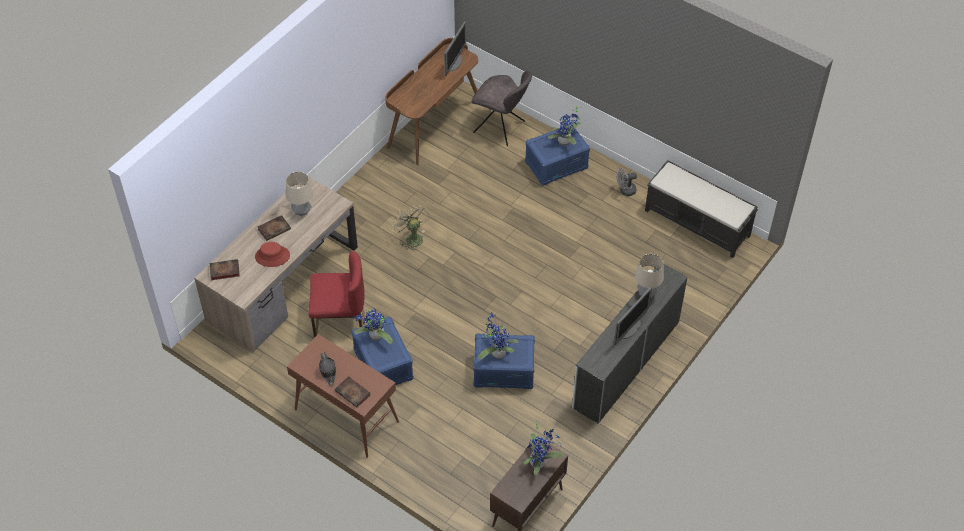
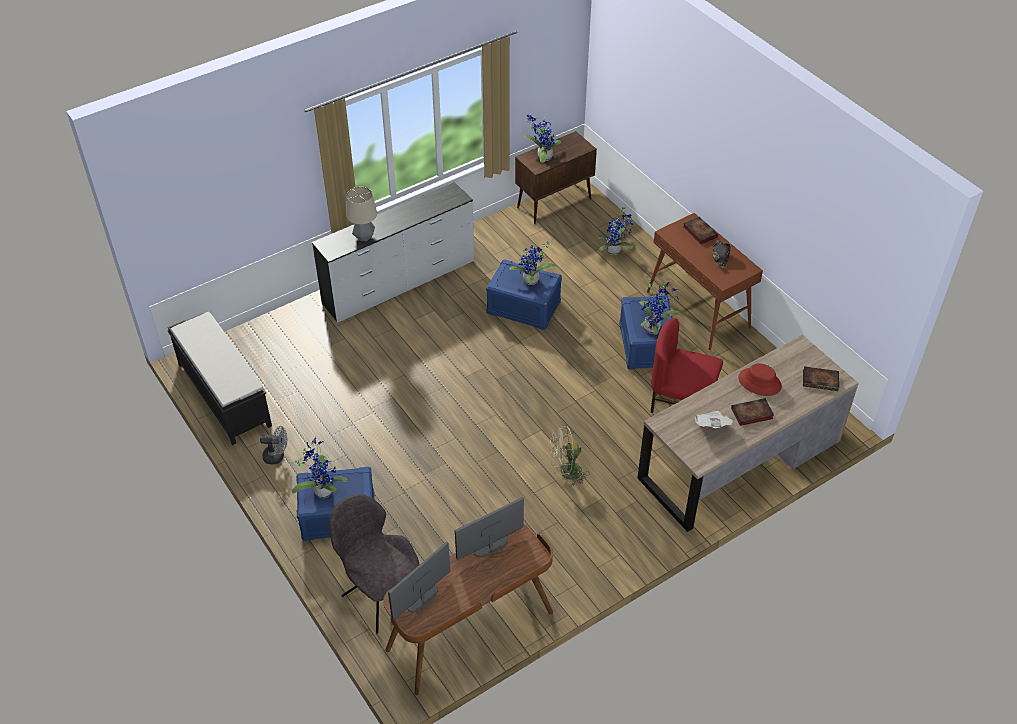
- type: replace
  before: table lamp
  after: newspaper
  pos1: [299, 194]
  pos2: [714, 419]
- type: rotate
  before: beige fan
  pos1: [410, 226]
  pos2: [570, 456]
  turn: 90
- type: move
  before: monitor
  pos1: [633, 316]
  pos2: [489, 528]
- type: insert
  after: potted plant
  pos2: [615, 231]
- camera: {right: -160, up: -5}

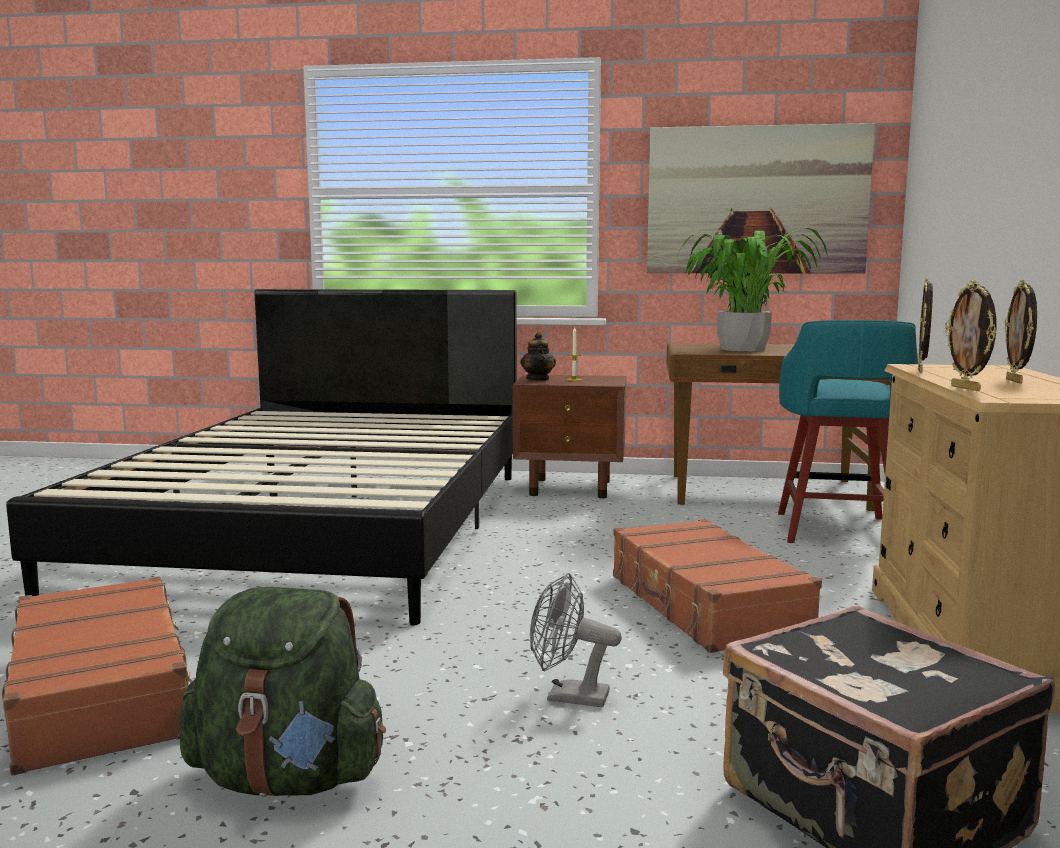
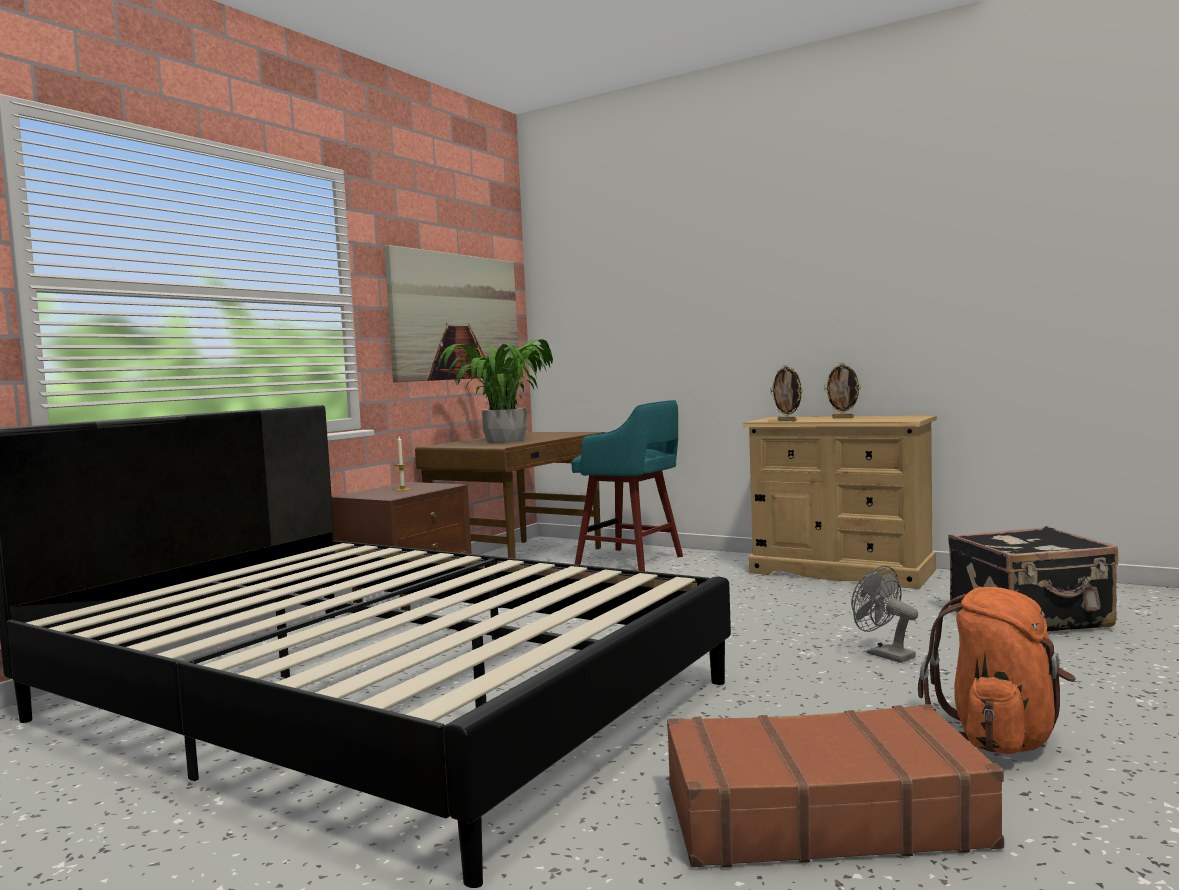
- type: delete
  before: picture frame
  pos1: [971, 335]
- type: delete
  before: teapot
  pos1: [538, 356]
- type: delete
  before: brown suitcase
  pos1: [717, 586]
- type: rotate
  before: grey fan
  pos1: [576, 640]
  pos2: [884, 614]
  turn: 105
- type: recolor
  before: green backpack
  after: orange backpack
  pos1: [282, 692]
  pos2: [997, 670]
- camera: {right: -65, up: -5}

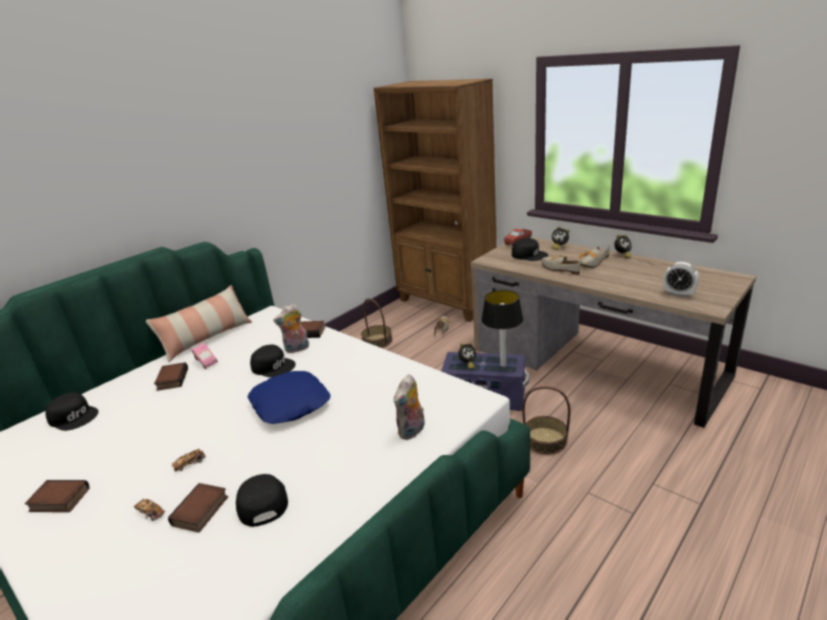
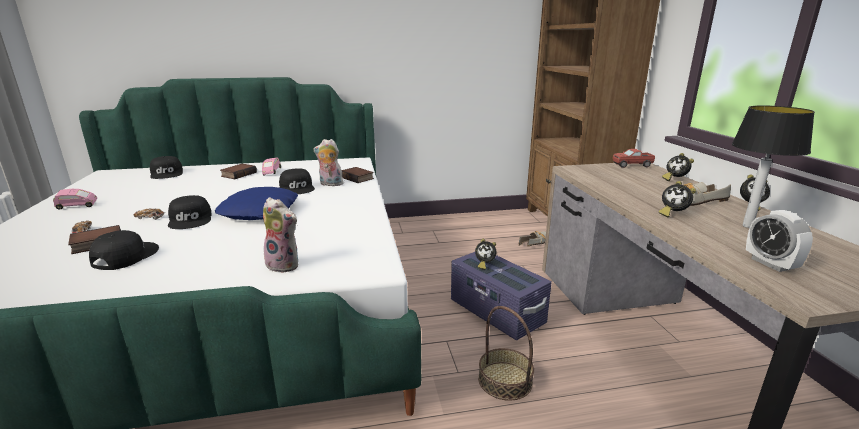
- type: move
  before: black cap
  pos1: [530, 249]
  pos2: [190, 212]
- type: delete
  before: shoe
  pos1: [561, 265]
- type: delete
  before: pillow
  pos1: [199, 323]
- type: move
  before: table lamp
  pos1: [502, 328]
  pos2: [773, 167]
- type: delete
  before: basket
  pos1: [376, 323]
- type: rotate
  before: plush toy
  pos1: [409, 407]
  pos2: [280, 235]
  turn: -135
- type: replace
  before: book
  after: pink toy car
  pos1: [57, 496]
  pos2: [75, 199]
- type: insert
  after: alarm clock
  pos2: [677, 199]
- camera: {right: 35, up: -5}

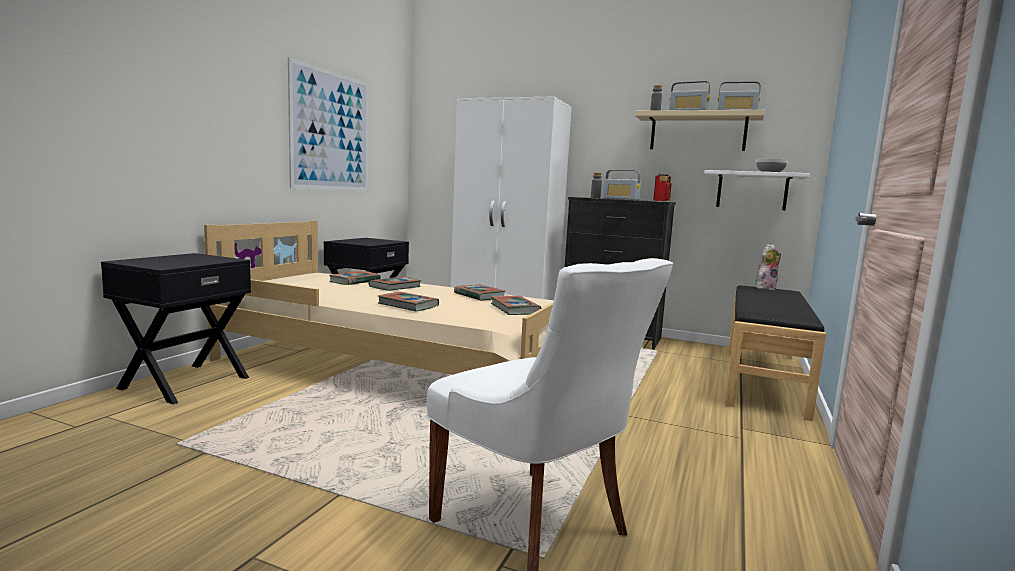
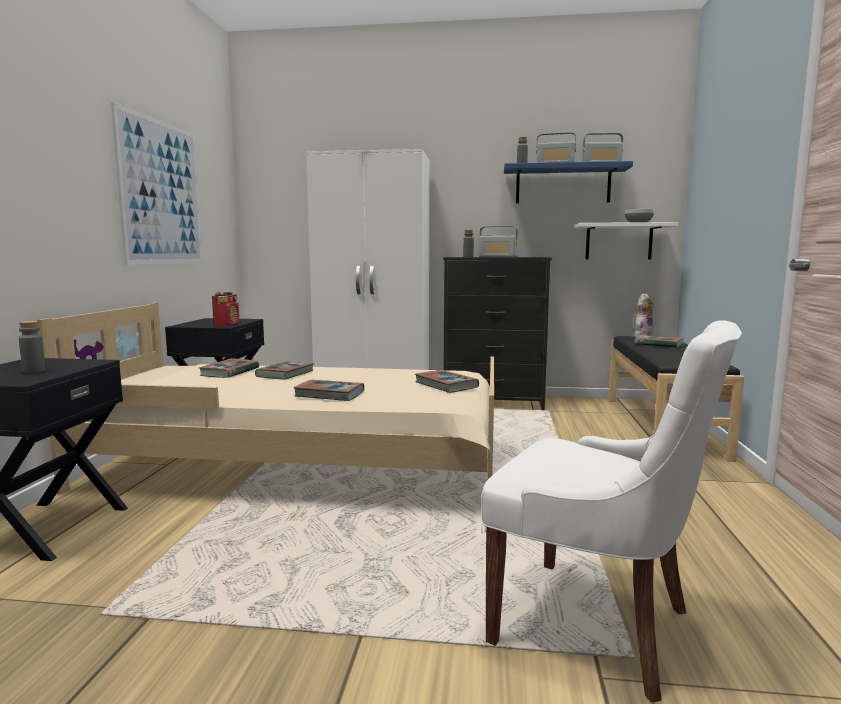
- type: recolor
  before: beige shelf
  after: blue shelf
  pos1: [700, 130]
  pos2: [568, 182]
- type: move
  before: radio
  pos1: [662, 187]
  pos2: [225, 309]
- type: move
  before: book
  pos1: [480, 292]
  pos2: [658, 341]
- type: insert
  after: grey bottle
  pos2: [32, 347]
- camera: {right: -15, up: 0}

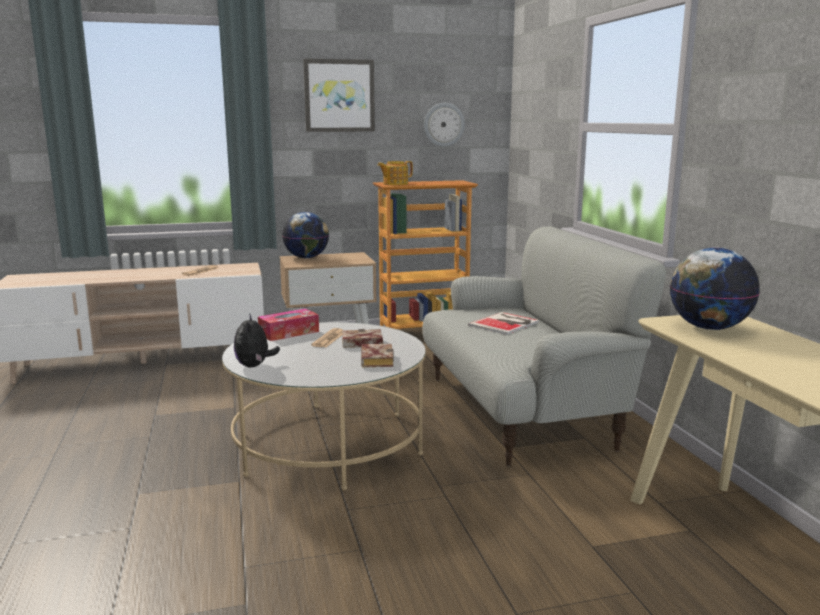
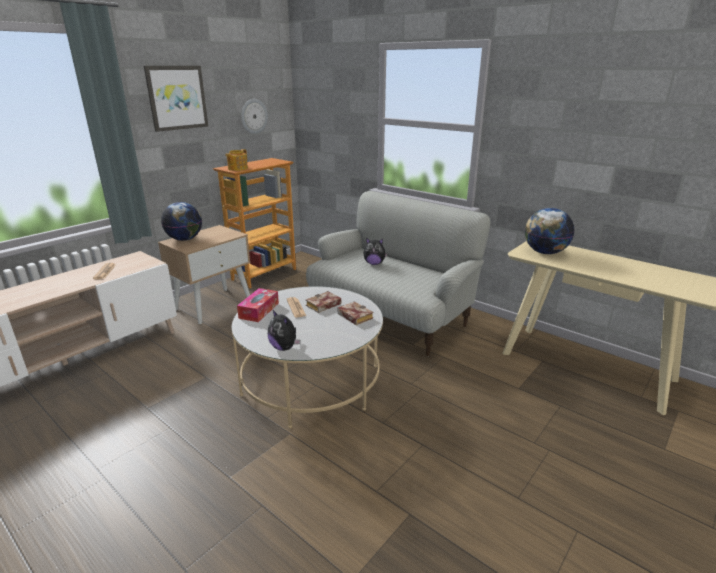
- type: replace
  before: book
  after: plush toy
  pos1: [503, 323]
  pos2: [375, 251]
- camera: {right: -35, up: 10}

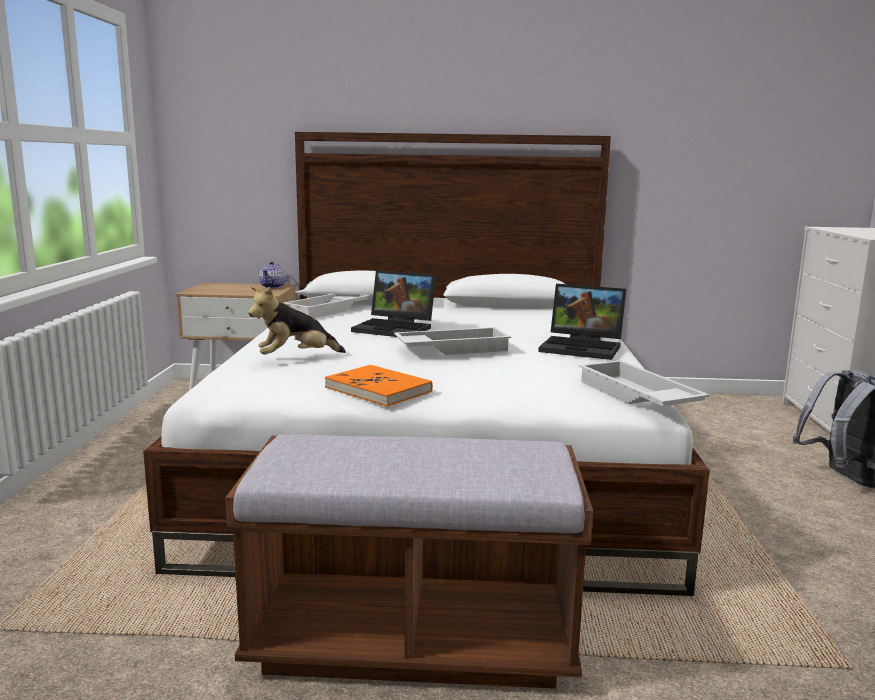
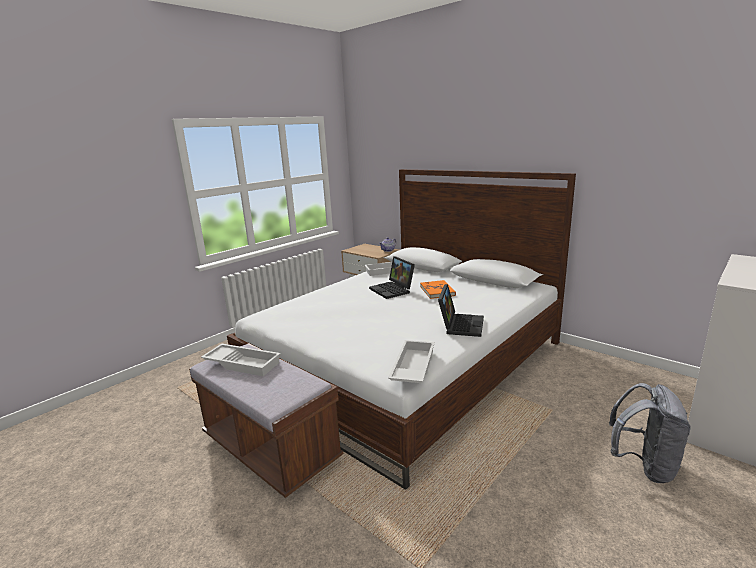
- type: rotate
  before: laptop
  pos1: [582, 322]
  pos2: [461, 310]
  turn: -135
- type: delete
  before: plush toy
  pos1: [297, 321]
- type: move
  before: white tray
  pos1: [453, 341]
  pos2: [241, 360]
- type: move
  before: orange book
  pos1: [379, 386]
  pos2: [438, 289]
- camera: {right: 40, up: 5}

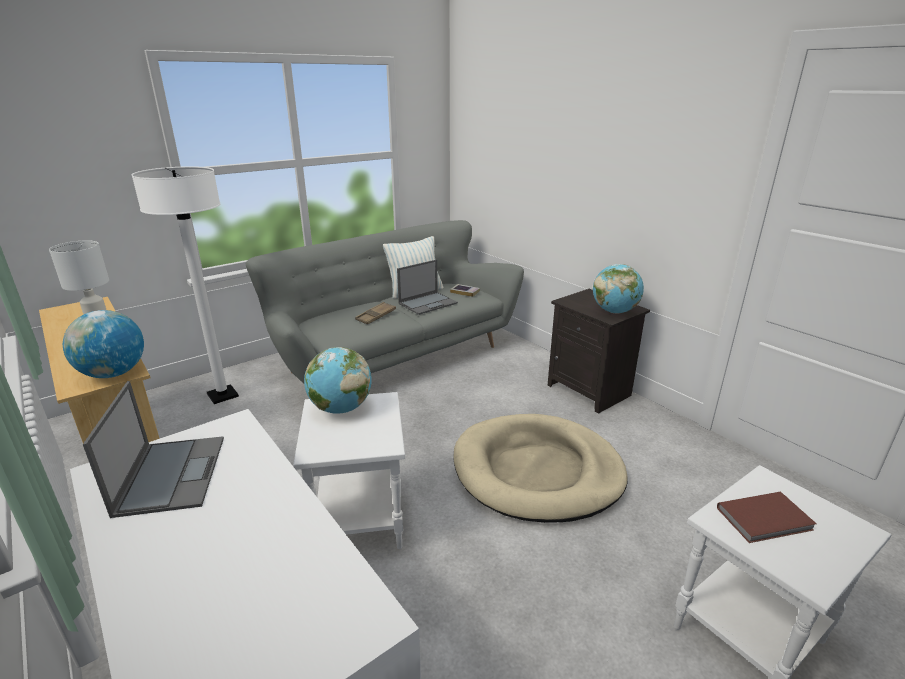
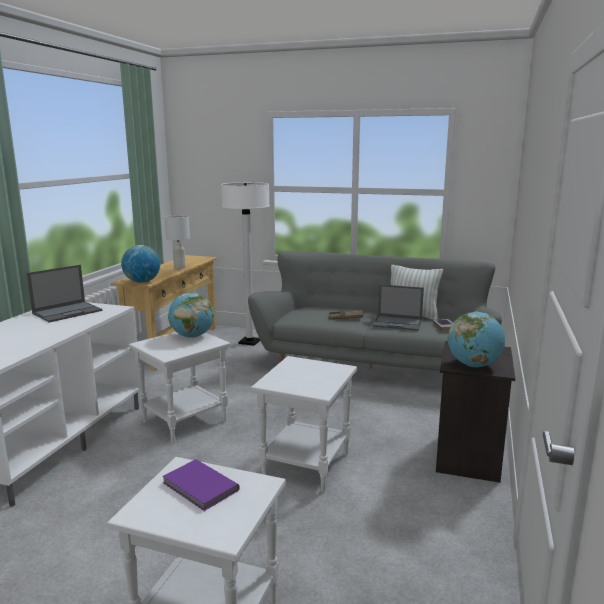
- type: replace
  before: beige dog bed
  after: white side table
  pos1: [540, 468]
  pos2: [304, 424]
- type: recolor
  before: brown book
  after: purple book
  pos1: [767, 517]
  pos2: [201, 485]
- camera: {right: 55, up: -10}

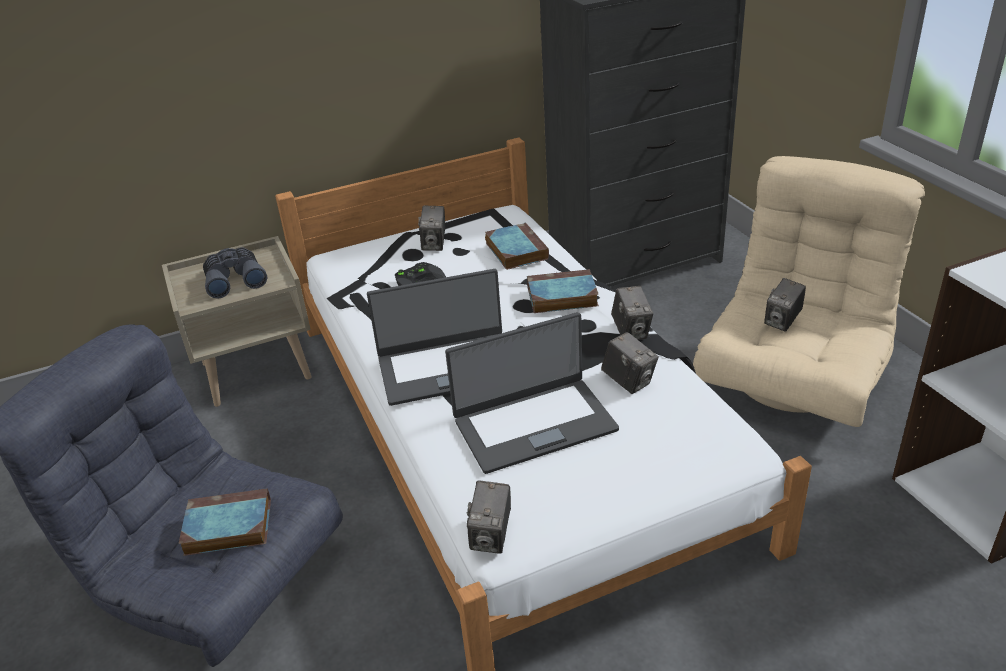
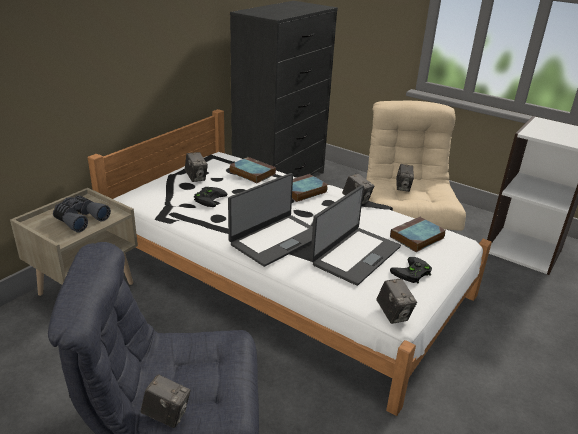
- type: move
  before: photo camera
  pos1: [630, 363]
  pos2: [165, 401]
- type: move
  before: book
  pos1: [225, 522]
  pos2: [418, 234]
- type: insert
  after: black game controller
  pos2: [411, 270]
- camera: {right: -35, up: -5}

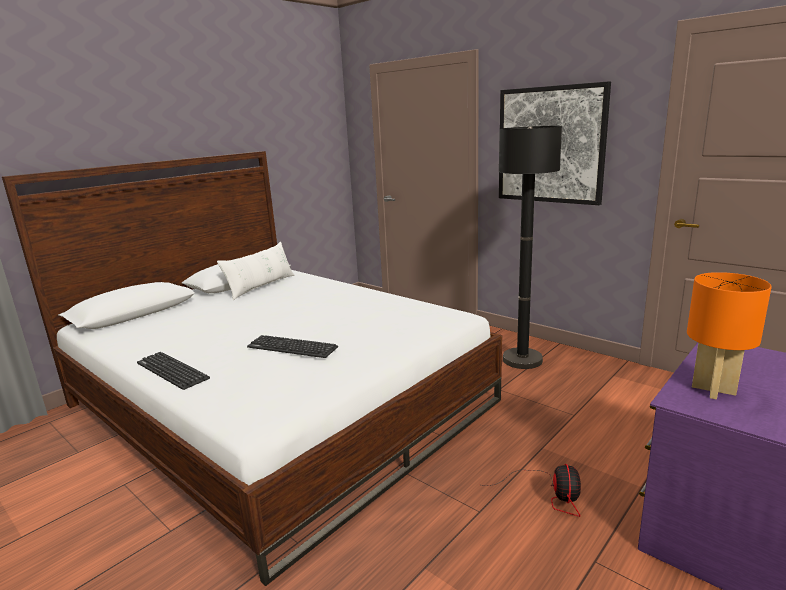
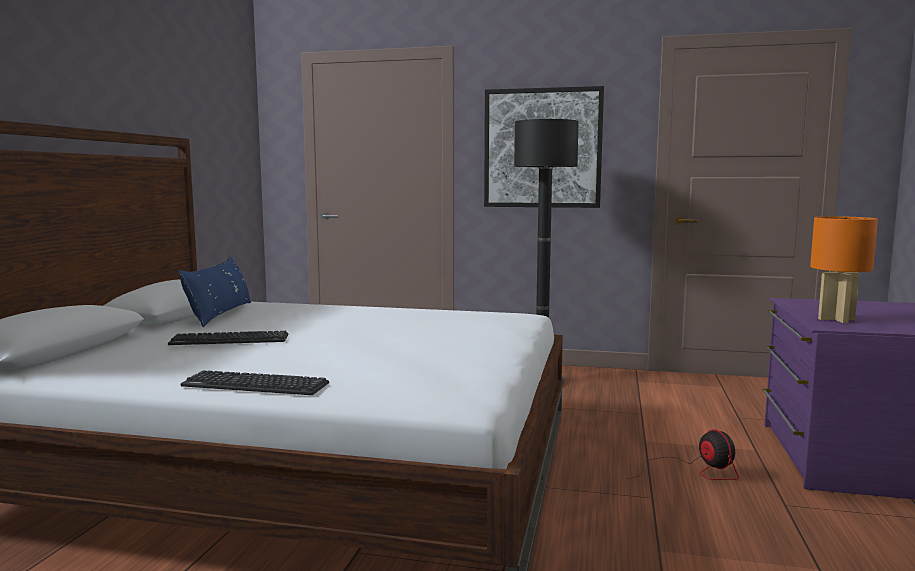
- type: recolor
  before: white pillow
  after: blue pillow
  pos1: [256, 271]
  pos2: [214, 291]
- type: move
  before: keyboard
  pos1: [292, 346]
  pos2: [228, 338]
- camera: {right: -30, up: -10}

